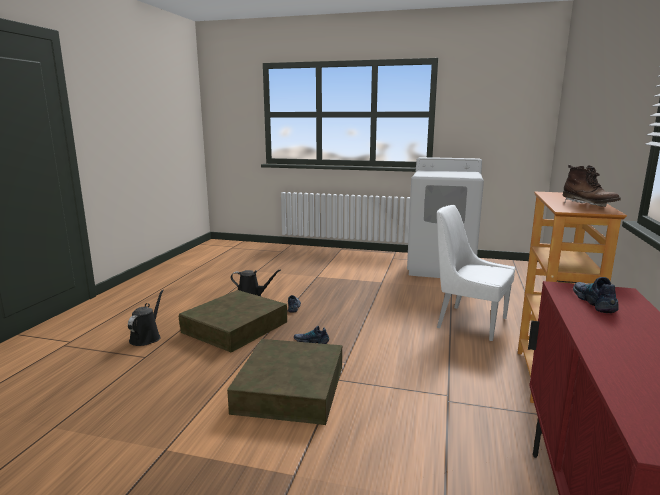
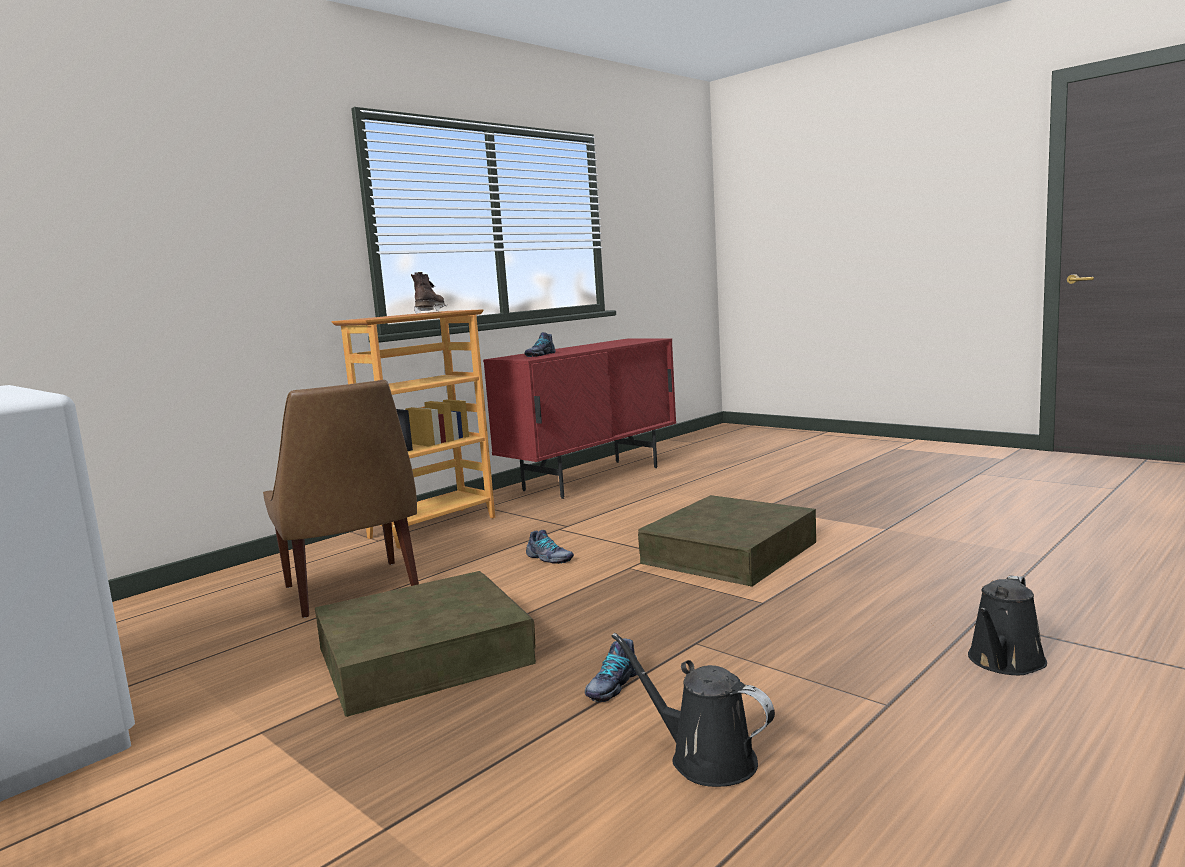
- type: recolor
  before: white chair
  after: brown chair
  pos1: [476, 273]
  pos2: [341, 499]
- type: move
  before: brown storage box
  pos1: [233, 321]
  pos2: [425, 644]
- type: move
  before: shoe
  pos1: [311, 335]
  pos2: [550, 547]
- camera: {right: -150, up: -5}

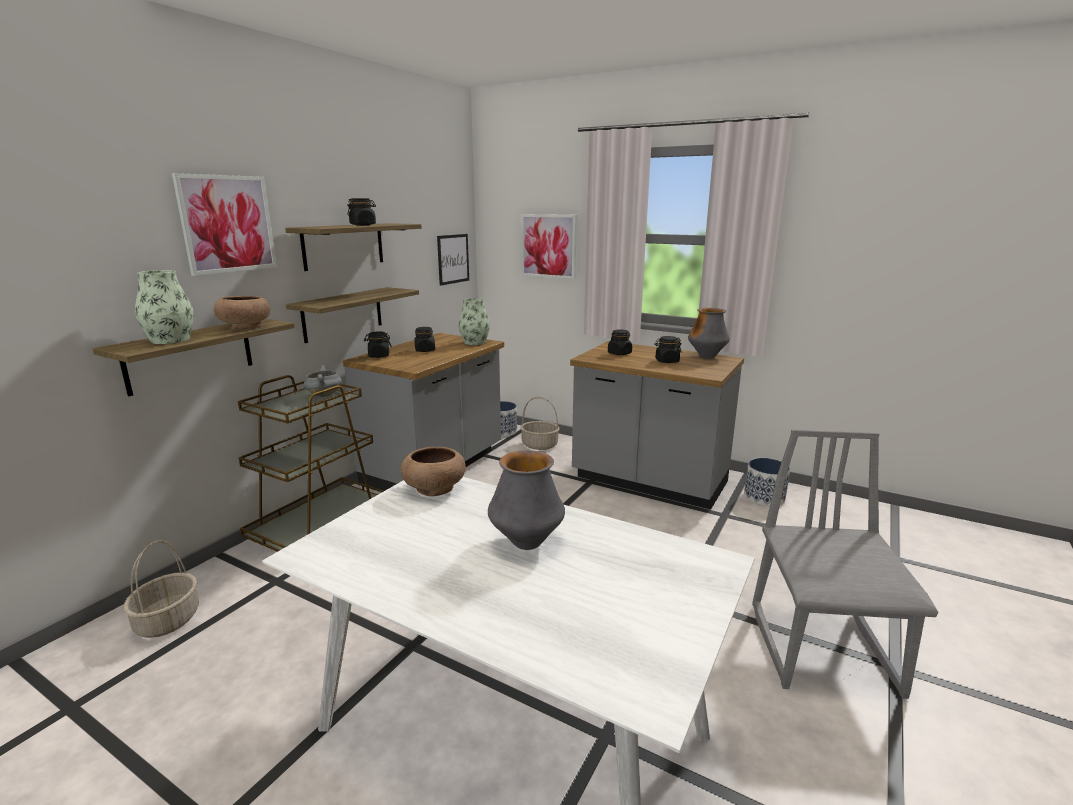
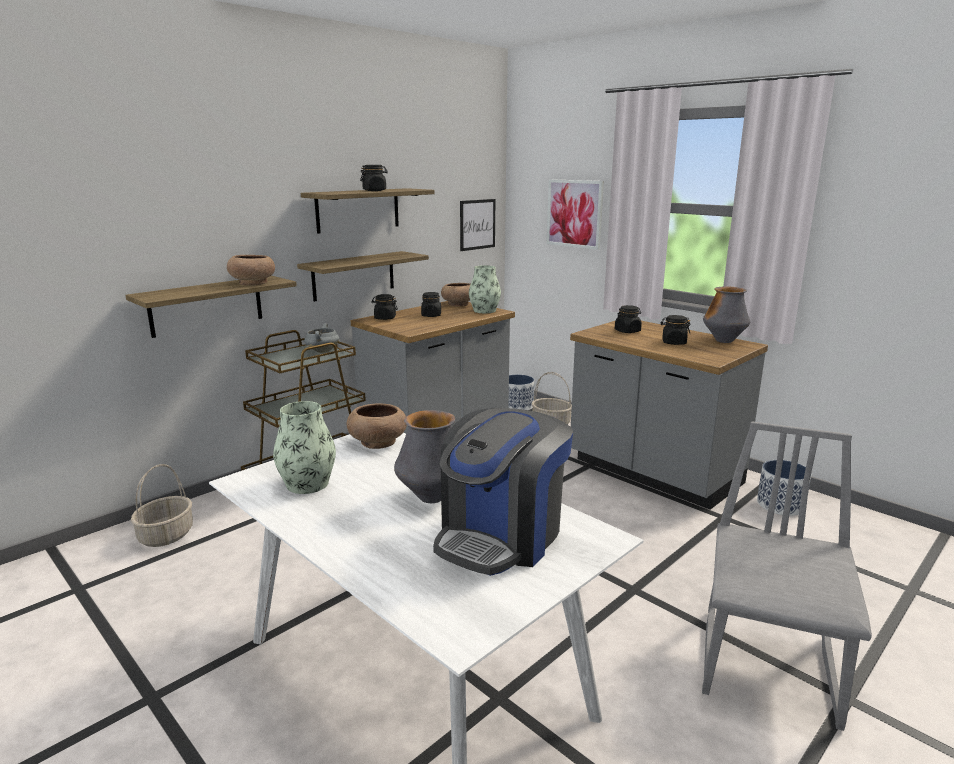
- type: delete
  before: picture
  pos1: [224, 224]
- type: move
  before: vase
  pos1: [164, 307]
  pos2: [304, 447]
- type: insert
  after: brown bowl
  pos2: [456, 295]
- type: insert
  after: coffee machine
  pos2: [503, 492]
- camera: {right: 15, up: 0}

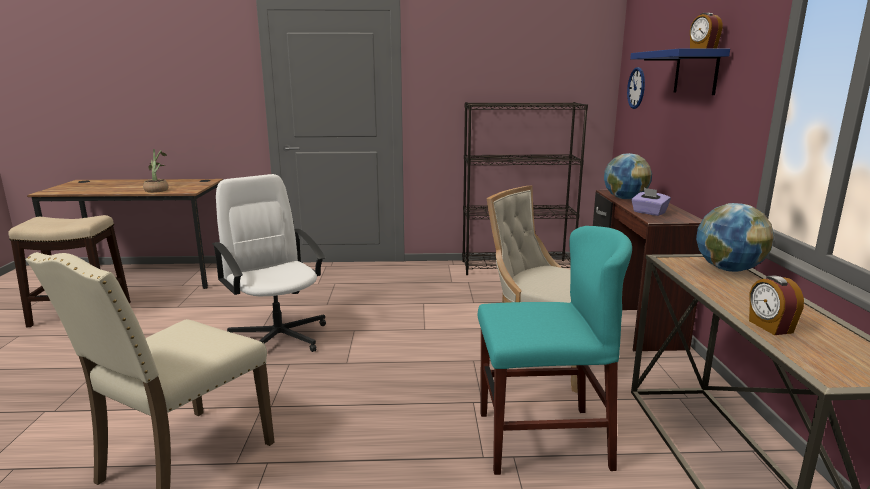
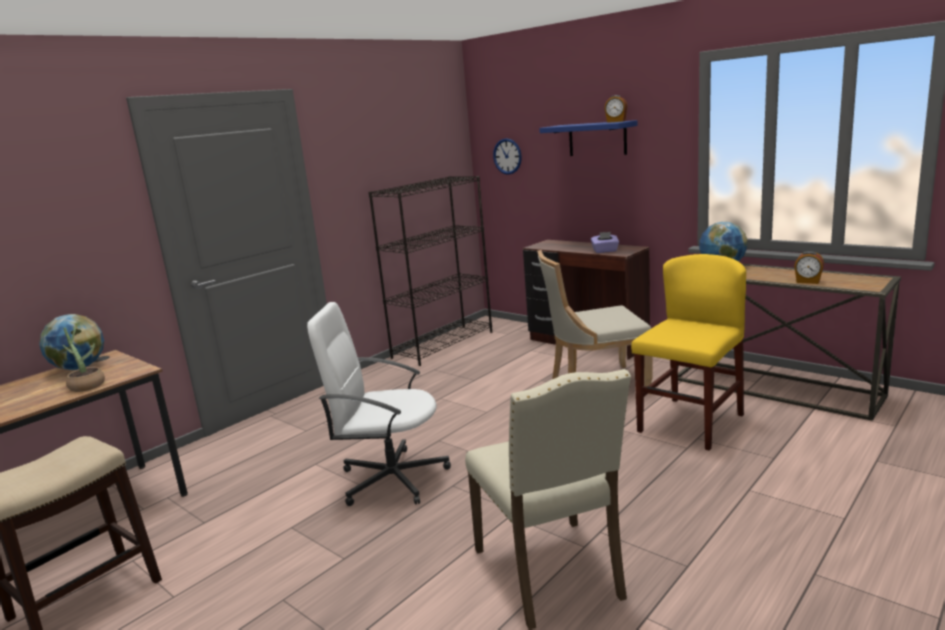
- type: move
  before: globe
  pos1: [628, 176]
  pos2: [71, 342]
- type: recolor
  before: turquoise chair
  after: yellow chair
  pos1: [555, 350]
  pos2: [688, 352]
- camera: {right: -45, up: 0}

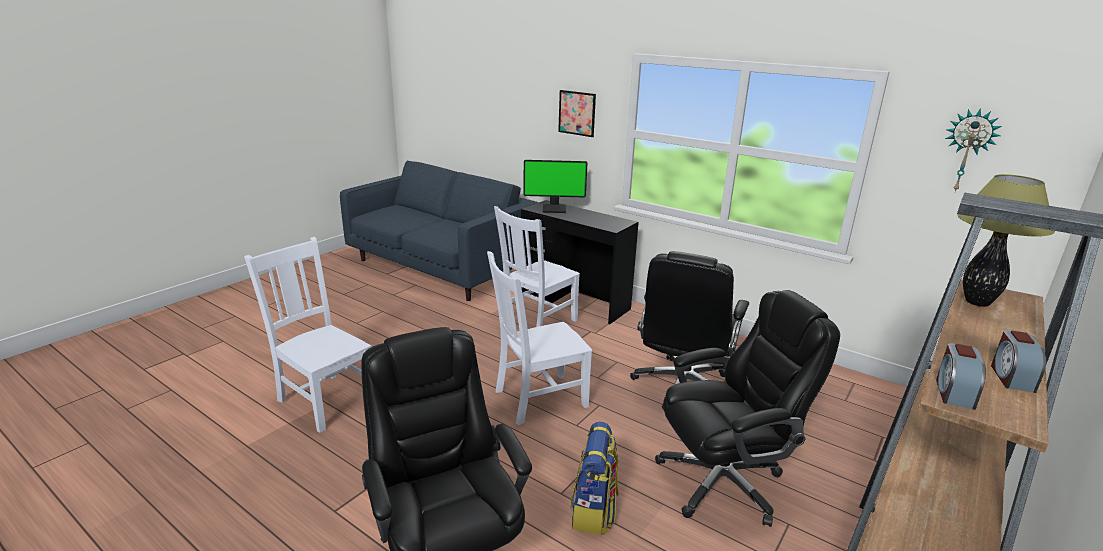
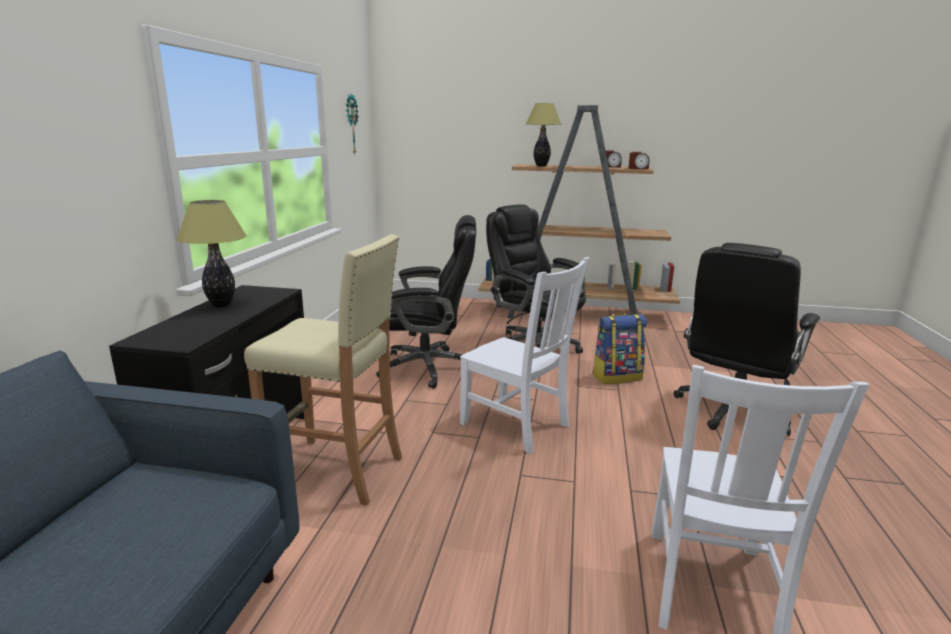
- type: delete
  before: picture
  pos1: [577, 113]
- type: delete
  before: monitor
  pos1: [555, 186]
- type: replace
  before: white chair
  after: beige stool
  pos1: [537, 266]
  pos2: [323, 370]
- type: insert
  after: table lamp
  pos2: [211, 254]
- camera: {right: -115, up: -5}

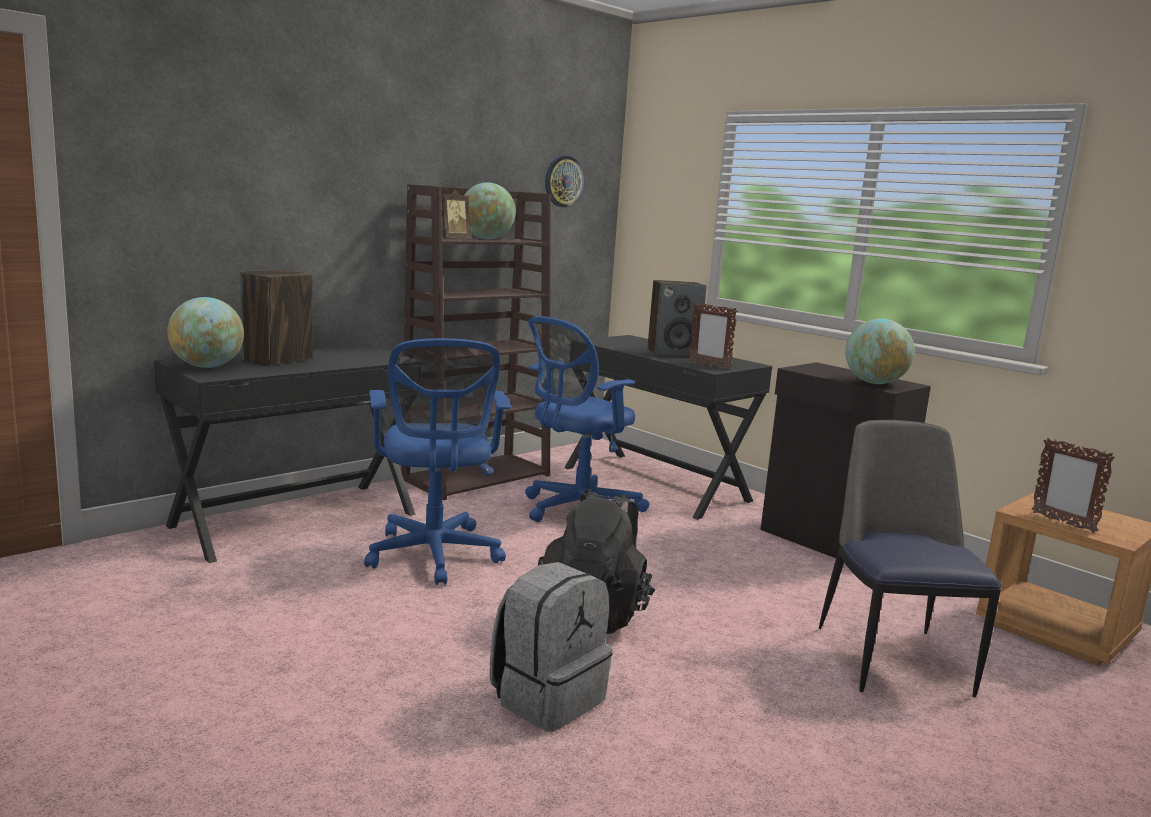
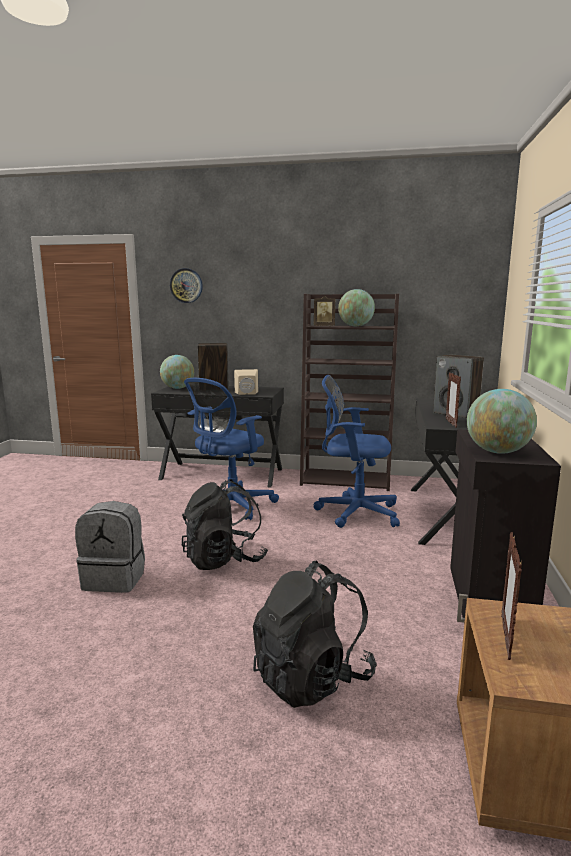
- type: move
  before: wall clock
  pos1: [564, 182]
  pos2: [186, 285]
- type: replace
  before: chair
  after: black backpack
  pos1: [910, 558]
  pos2: [315, 634]
- type: insert
  after: beige speaker
  pos2: [246, 382]
- camera: {right: 55, up: 0}

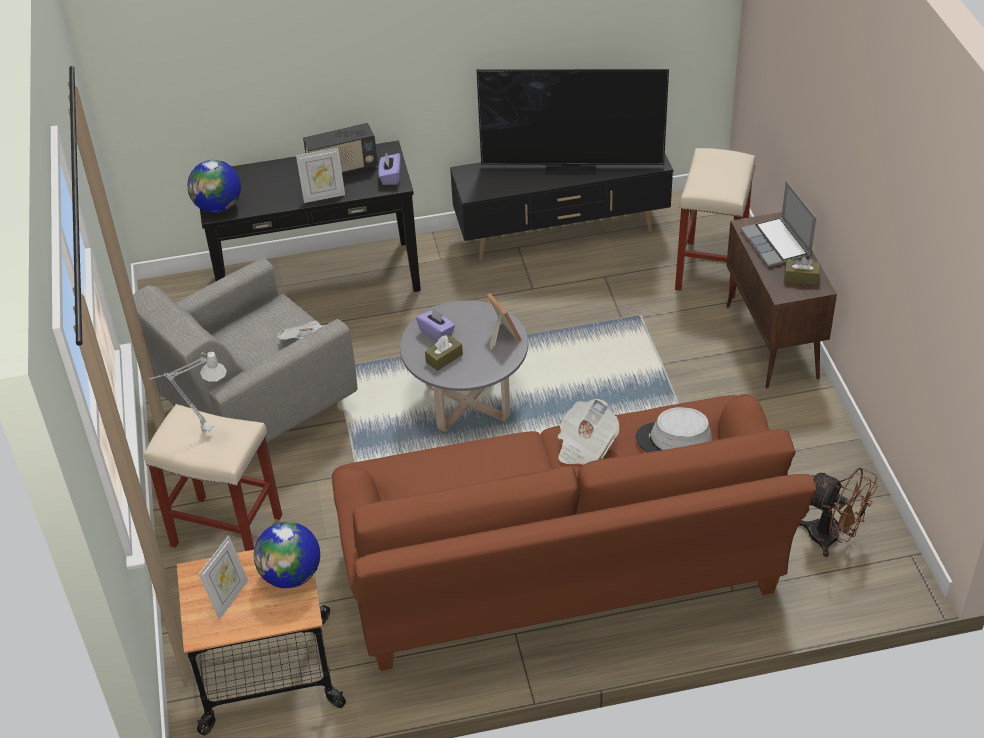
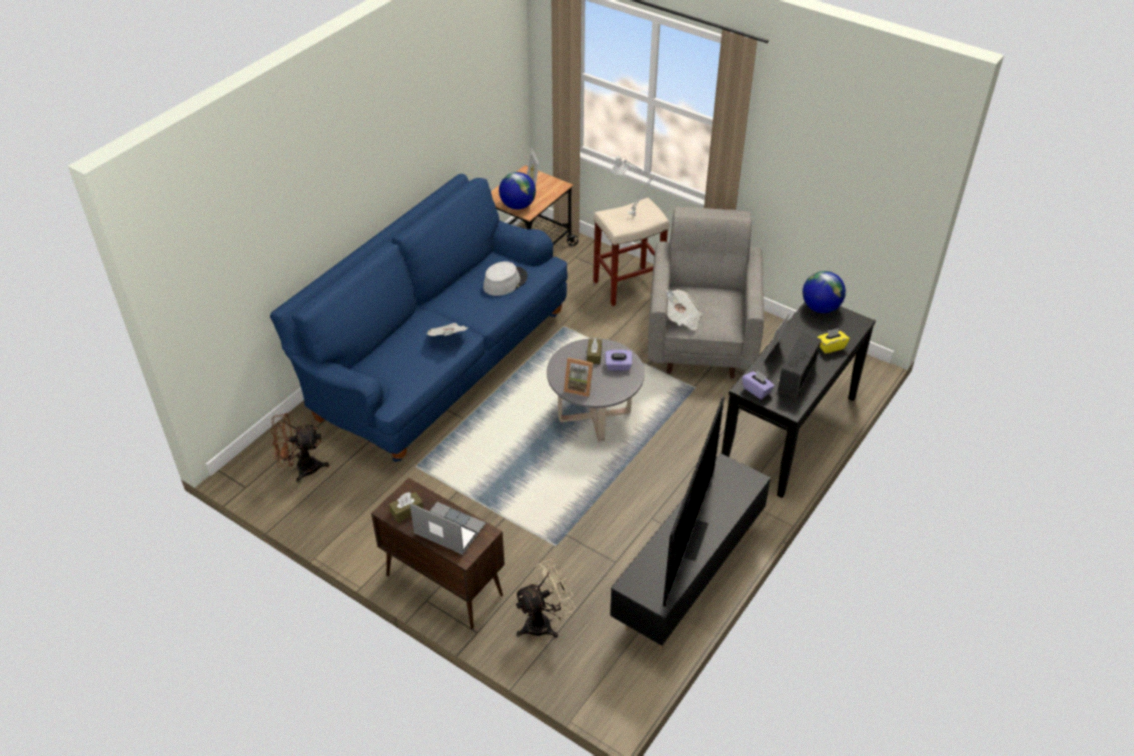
- type: rotate
  before: television
  pos1: [572, 122]
  pos2: [694, 502]
  turn: 150
- type: replace
  before: beige stool
  after: beige fan
  pos1: [715, 223]
  pos2: [545, 598]
- type: recolor
  before: brown sofa
  after: blue sofa
  pos1: [574, 532]
  pos2: [419, 318]
- type: move
  before: grey hat
  pos1: [674, 429]
  pos2: [505, 279]
- type: insert
  after: yellow tissue box
  pos2: [833, 341]
- camera: {right: 135, up: 0}

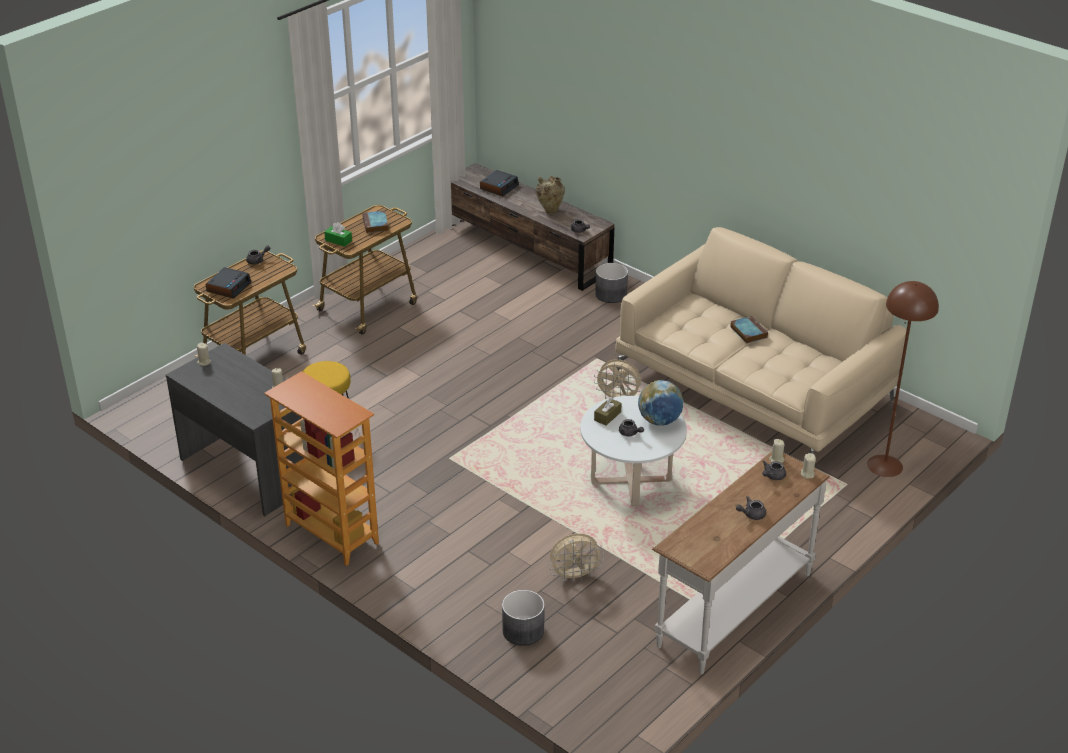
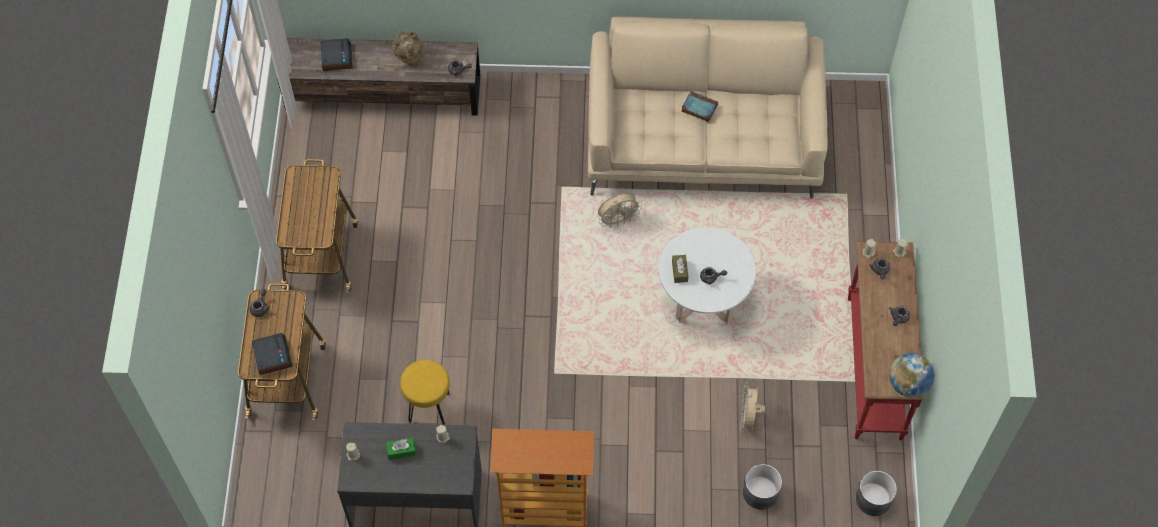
- type: delete
  before: book
  pos1: [375, 221]
- type: move
  before: green tissue box
  pos1: [338, 234]
  pos2: [401, 449]
- type: move
  before: grey planter
  pos1: [611, 283]
  pos2: [876, 493]
- type: delete
  before: brown floor lamp
  pos1: [903, 379]
- type: move
  before: globe
  pos1: [661, 403]
  pos2: [912, 375]
- type: recolor
  before: white console table
  after: red console table
  pos1: [741, 562]
  pos2: [886, 340]
- type: rotate
  before: beige fan
  pos1: [576, 557]
  pos2: [752, 407]
  turn: 150
- camera: {right: -40, up: 25}

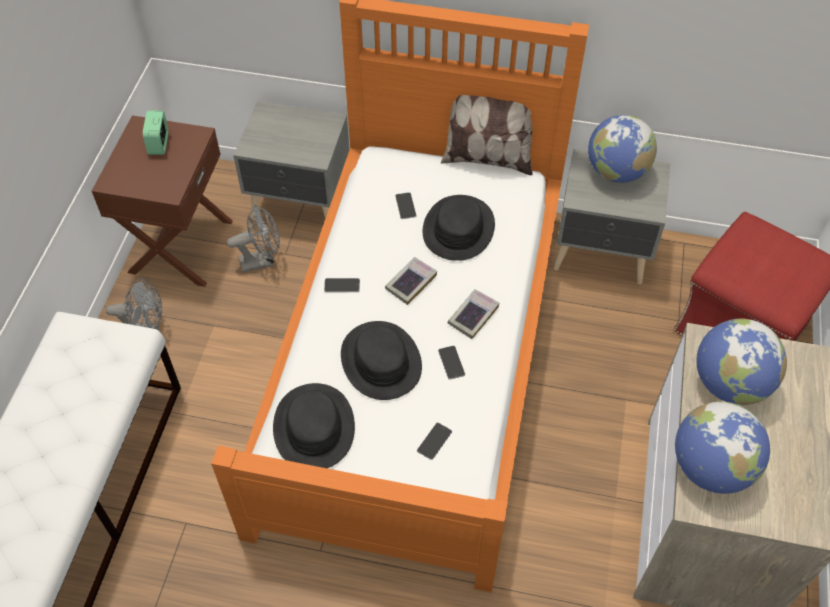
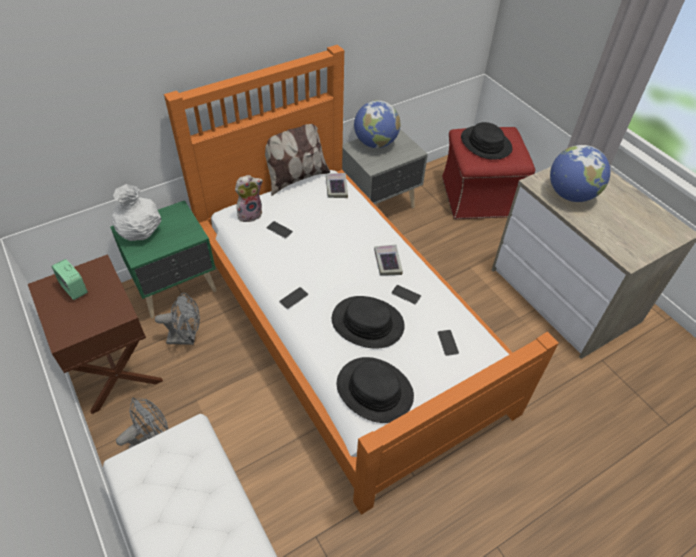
- type: recolor
  before: grey nightstand
  after: green nightstand
  pos1: [291, 160]
  pos2: [163, 259]
- type: move
  before: black hat
  pos1: [459, 228]
  pos2: [486, 141]
- type: rotate
  before: grey fan
  pos1: [253, 238]
  pos2: [177, 319]
  turn: 60
- type: move
  before: book
  pos1: [411, 281]
  pos2: [337, 185]
- type: delete
  before: globe
  pos1: [722, 448]
- type: insert
  after: plush toy
  pos2: [249, 198]
- type: insert
  after: white vase
  pos2: [137, 212]
- camera: {right: -45, up: -5}

